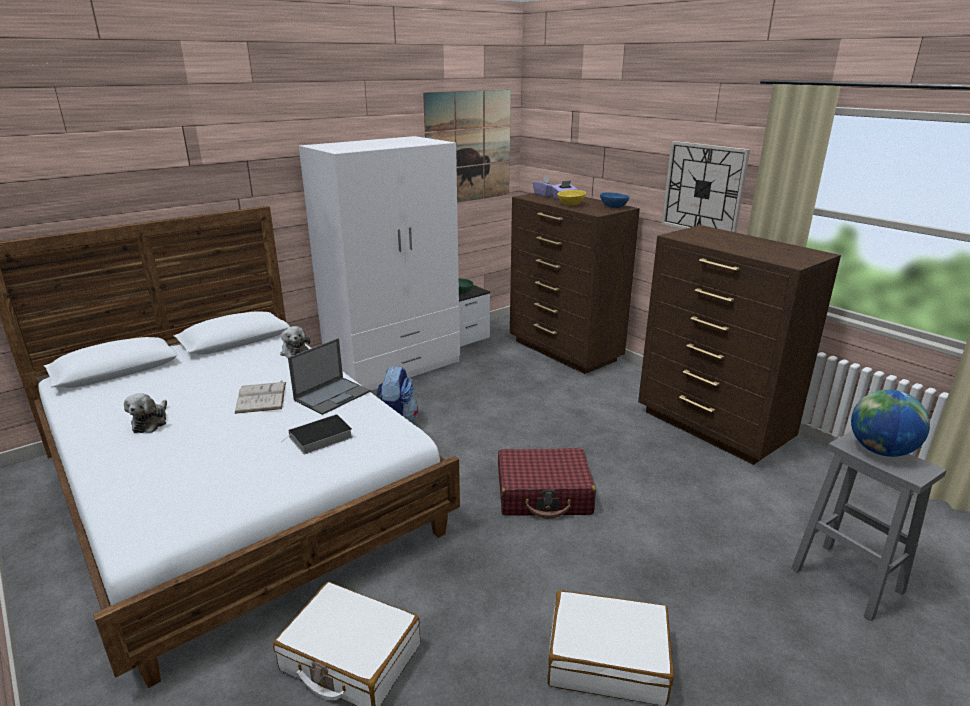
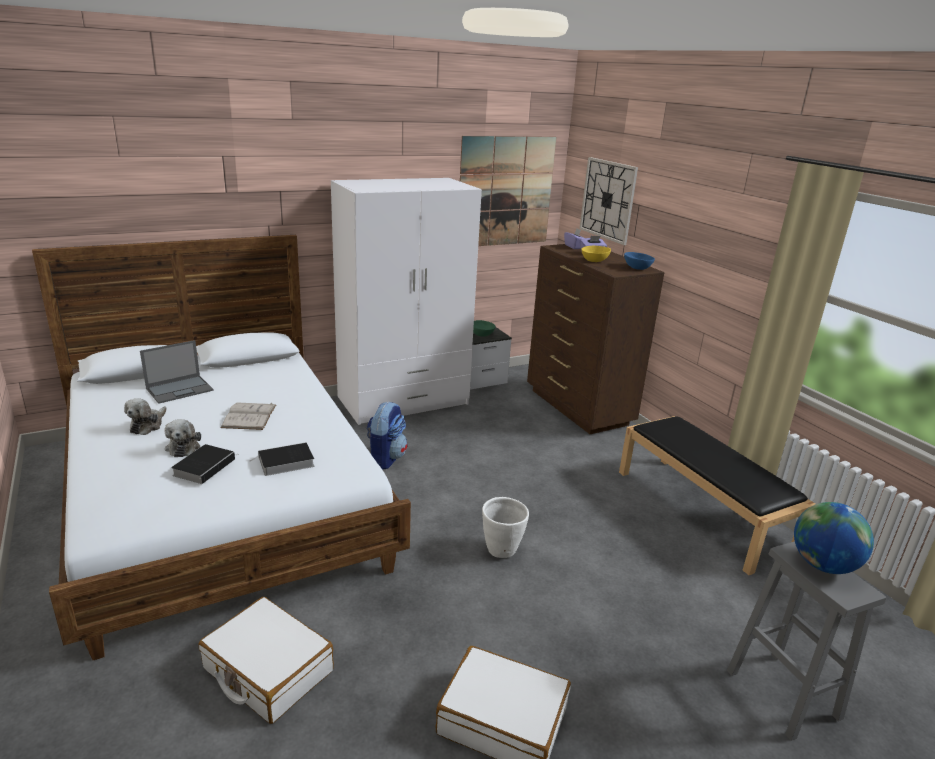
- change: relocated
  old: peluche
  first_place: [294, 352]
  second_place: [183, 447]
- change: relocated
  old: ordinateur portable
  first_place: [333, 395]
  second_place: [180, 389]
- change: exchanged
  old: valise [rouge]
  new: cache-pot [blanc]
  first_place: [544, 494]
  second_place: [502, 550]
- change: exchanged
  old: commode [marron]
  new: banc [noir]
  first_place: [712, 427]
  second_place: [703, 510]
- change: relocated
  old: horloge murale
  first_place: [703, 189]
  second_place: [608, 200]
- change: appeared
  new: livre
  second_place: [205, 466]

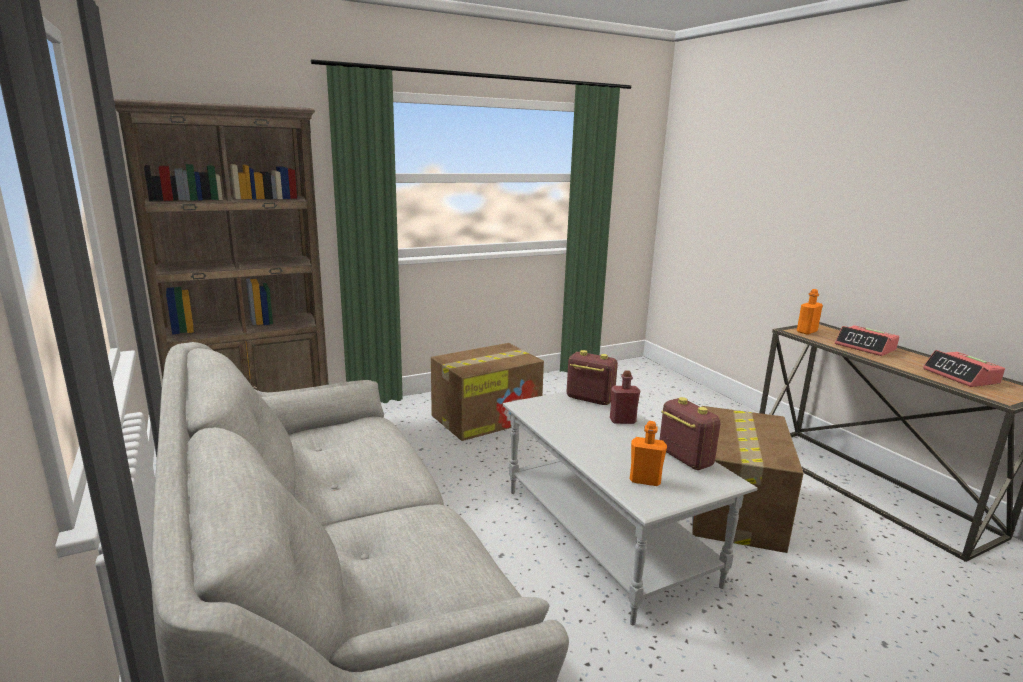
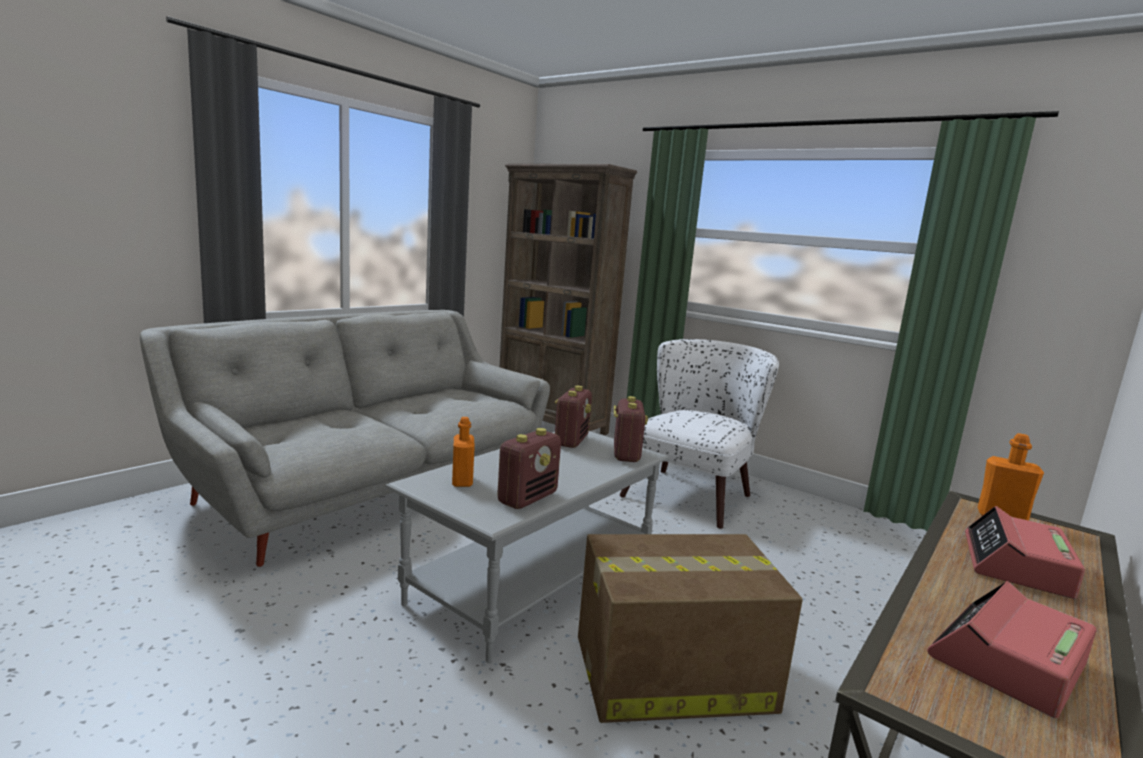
- change: exchanged
  old: carton
  new: fauteuil [blanc]
  first_place: [487, 417]
  second_place: [693, 492]
- change: missing
  old: bouteille [rouge]
  first_place: [622, 420]
- change: appeared
  new: radio
  second_place: [571, 441]

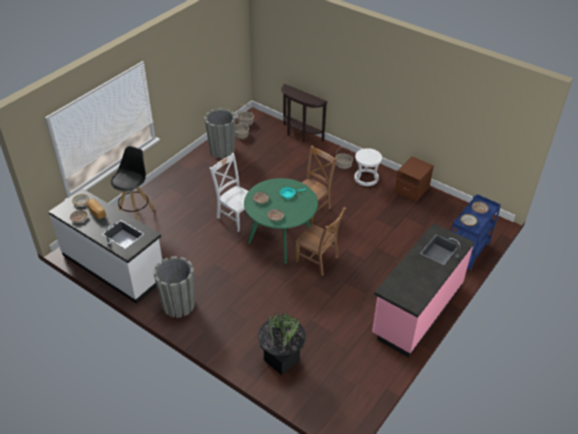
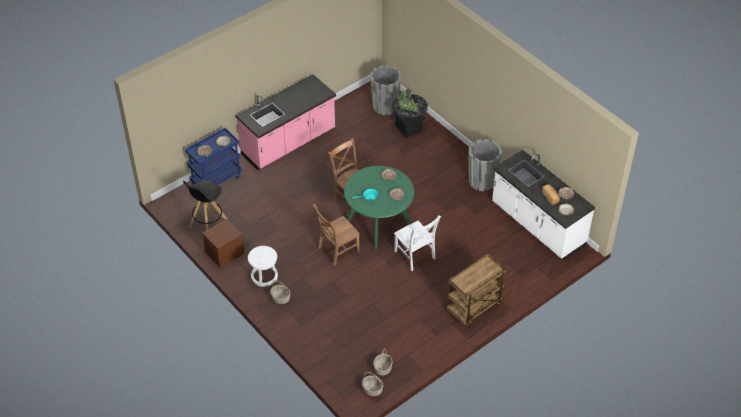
- change: relocated
  old: tabouret [noir]
  first_place: [136, 214]
  second_place: [208, 224]
- change: relocated
  old: cache-pot [gris]
  first_place: [222, 150]
  second_place: [385, 106]
- change: missing
  old: table console [marron]
  first_place: [300, 135]
- change: appeared
  new: chariot [marron]
  second_place: [474, 309]

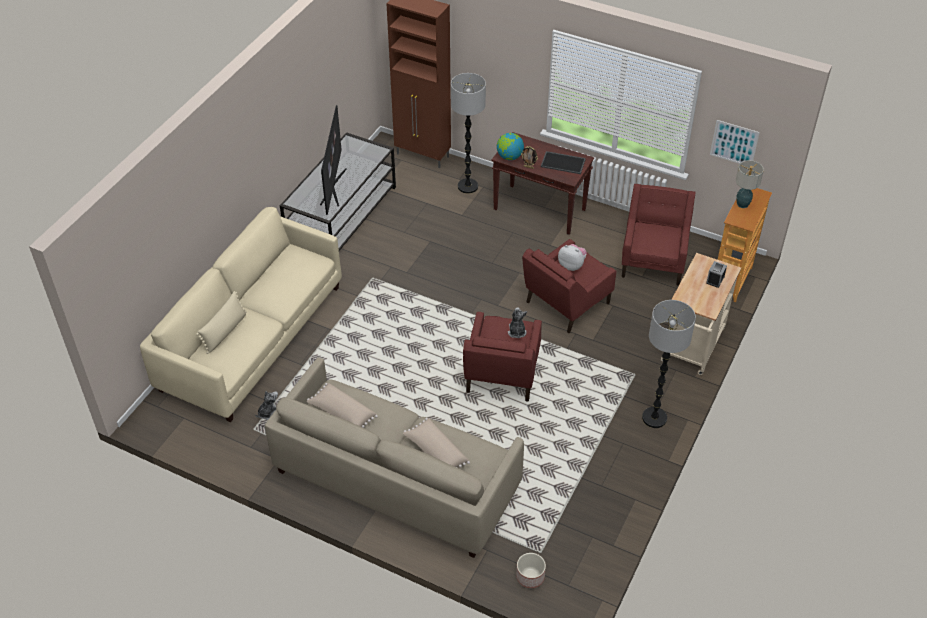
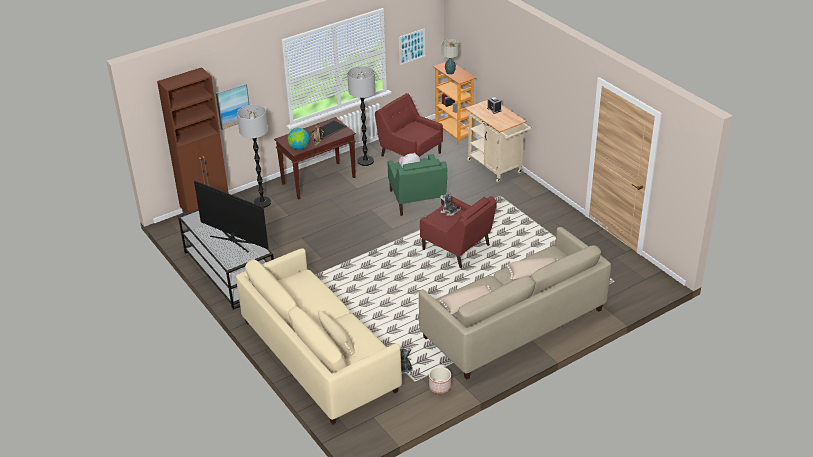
- change: relocated
  old: cache-pot
  first_place: [530, 576]
  second_place: [440, 387]
- change: colour
  old: fauteuil [rouge]
  new: fauteuil [vert]
  first_place: [566, 303]
  second_place: [417, 200]
- change: relocated
  old: lampadaire
  first_place: [654, 418]
  second_place: [365, 161]
- change: appeared
  new: tableau
  second_place: [233, 105]

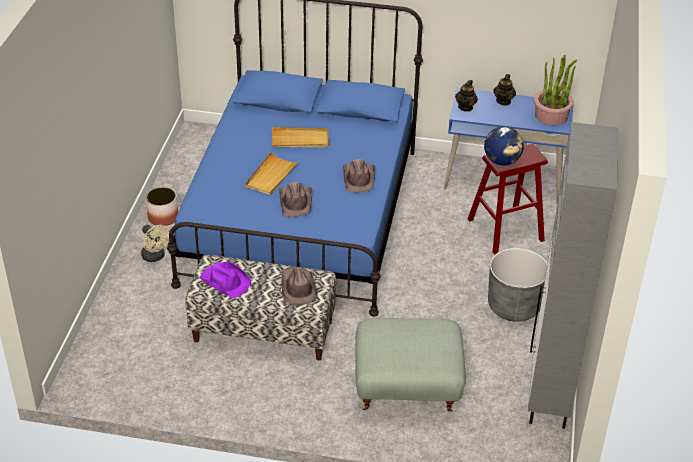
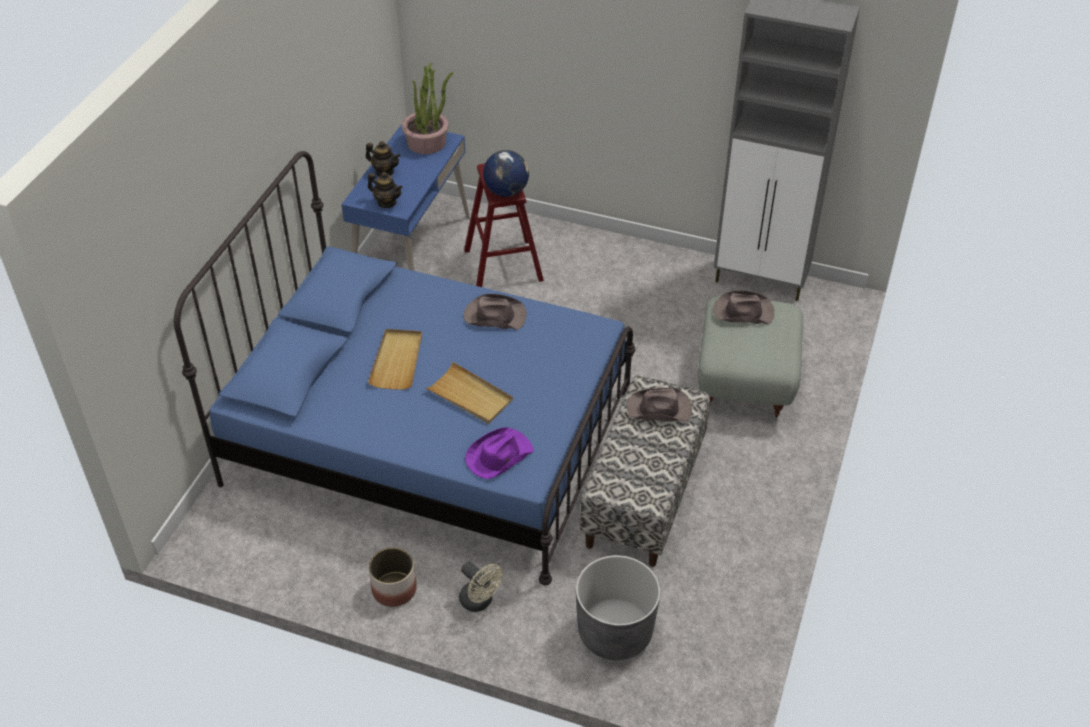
- change: spun
  old: ventilateur [beige]
  first_place: [155, 257]
  second_place: [480, 602]
  degrees: 75
- change: relocated
  old: chapeau [violet]
  first_place: [225, 281]
  second_place: [498, 456]
- change: relocated
  old: chapeau [marron]
  first_place: [296, 201]
  second_place: [742, 312]
- change: relocated
  old: cache-pot [gris]
  first_place: [514, 306]
  second_place: [615, 632]

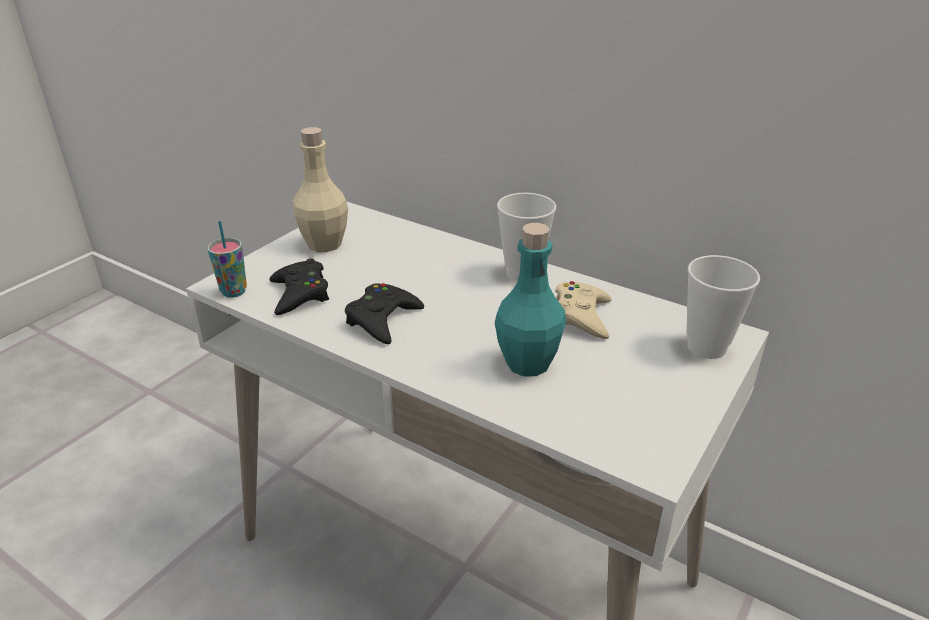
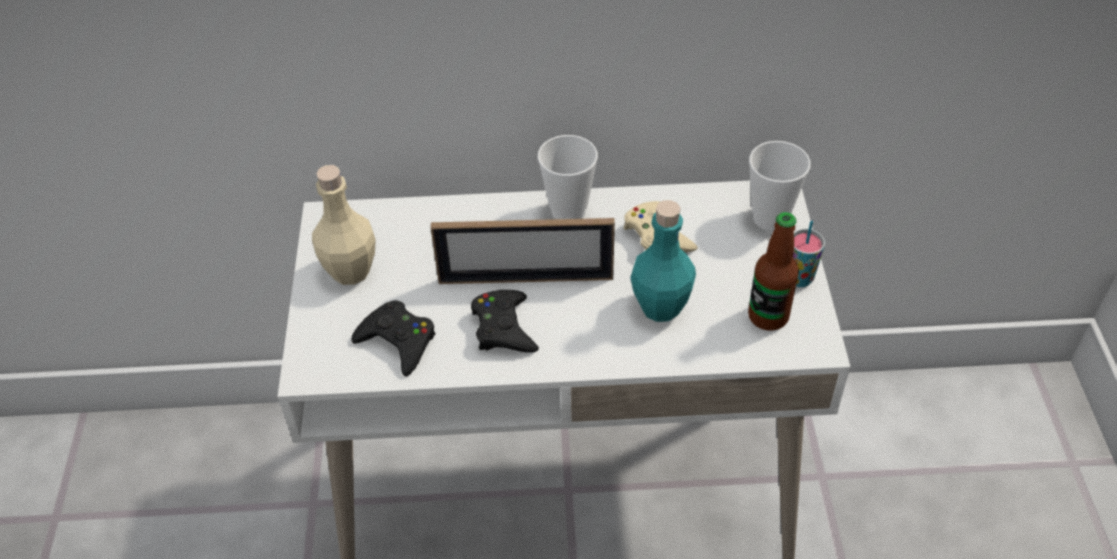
- change: relocated
  old: tasse
  first_place: [234, 292]
  second_place: [799, 278]
- change: appeared
  new: cadre photo
  second_place: [525, 279]
- change: appeared
  new: bouteille
  second_place: [768, 316]

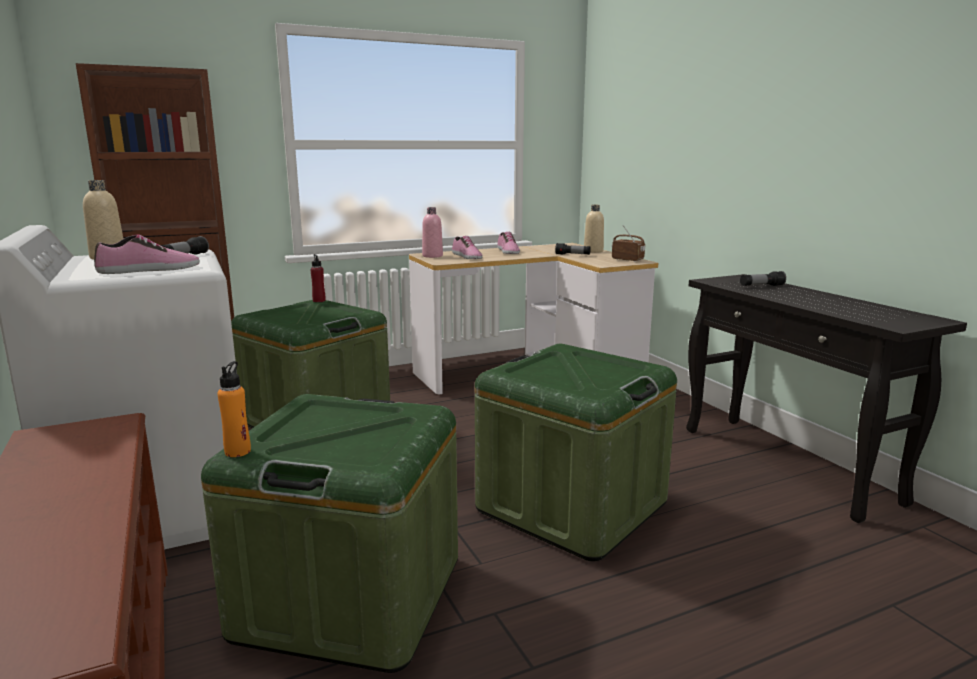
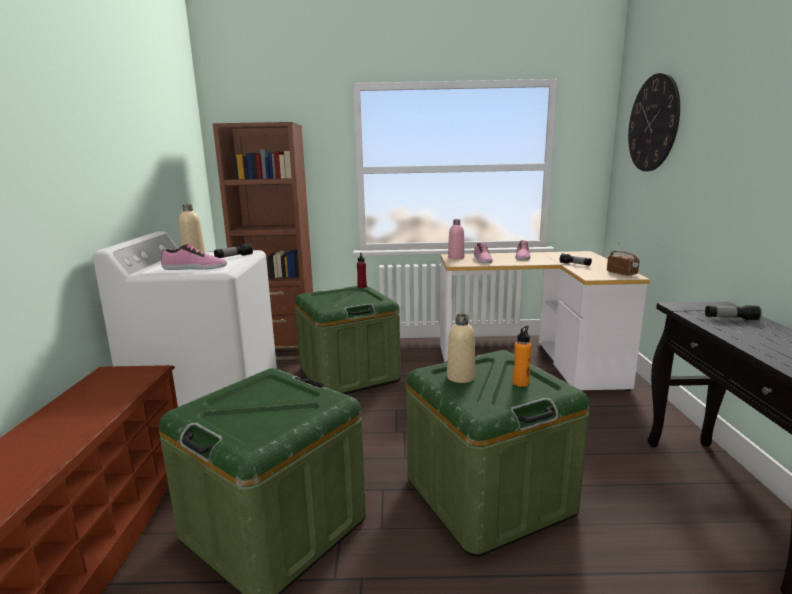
- change: relocated
  old: bouteille [orange]
  first_place: [238, 451]
  second_place: [521, 383]
- change: relocated
  old: bouteille [beige]
  first_place: [593, 251]
  second_place: [460, 377]
- change: appeared
  new: horloge murale
  second_place: [653, 123]

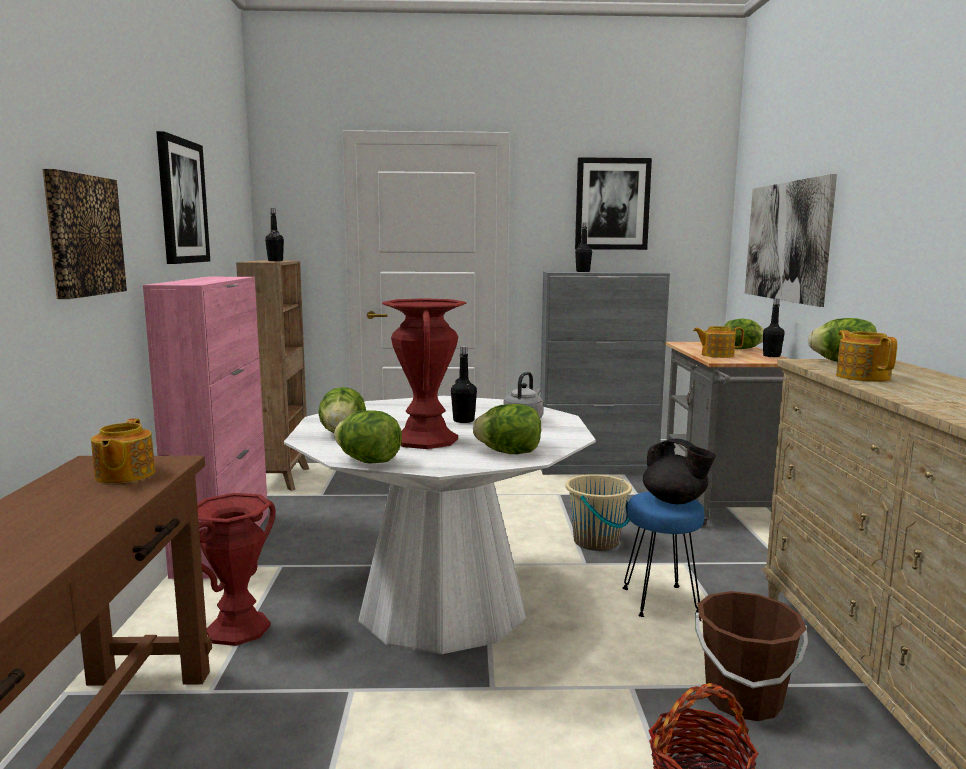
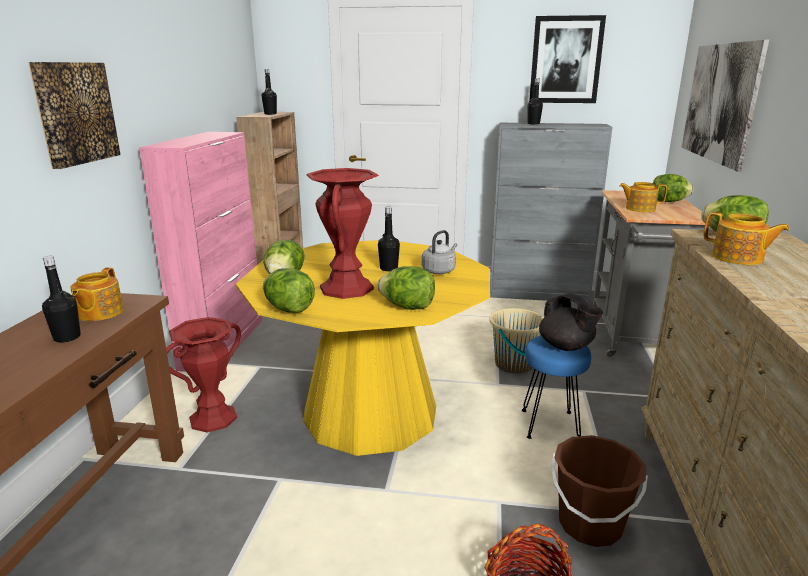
- change: missing
  old: tableau
  first_place: [182, 201]
- change: colour
  old: table à manger [blanc]
  new: table à manger [jaune]
  first_place: [442, 606]
  second_place: [370, 413]
- change: relocated
  old: bouteille [noir]
  first_place: [771, 356]
  second_place: [67, 337]
- change: spun
  old: théière
  first_place: [862, 377]
  second_place: [738, 258]
  degrees: 135

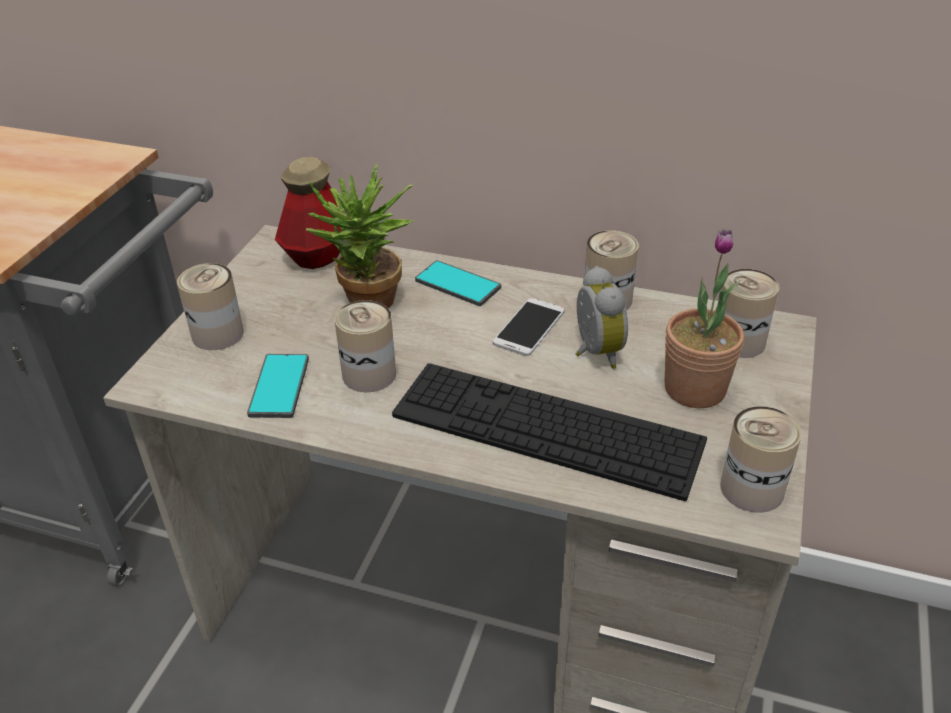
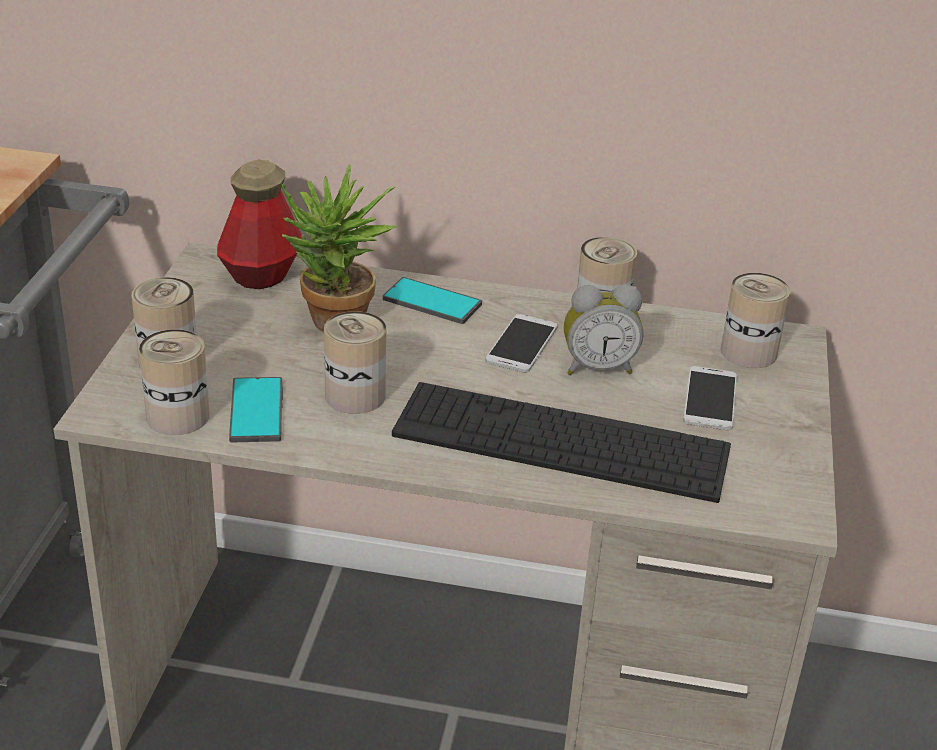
- change: spun
  old: réveil
  first_place: [594, 353]
  second_place: [597, 367]
  degrees: 105
- change: exchanged
  old: plante en pot
  new: téléphone
  first_place: [694, 389]
  second_place: [710, 399]
- change: relocated
  old: boîte métallique
  first_place: [752, 488]
  second_place: [178, 416]

